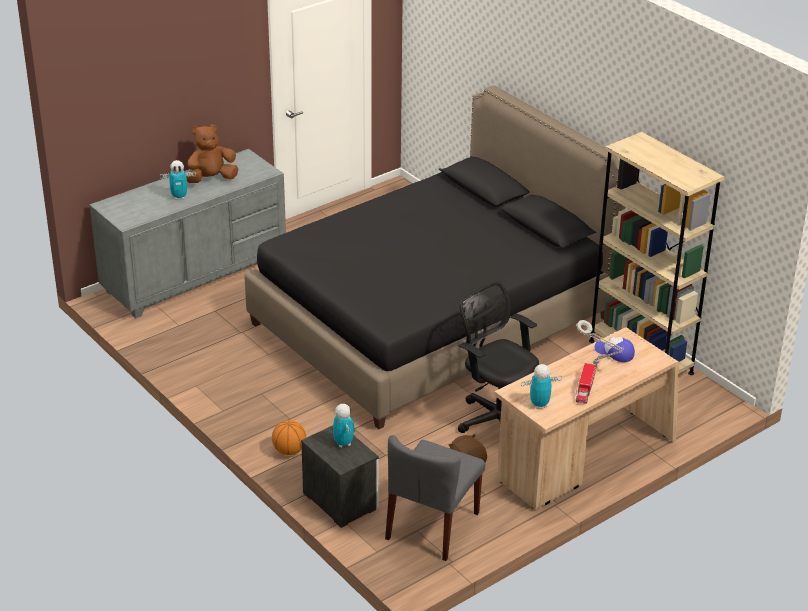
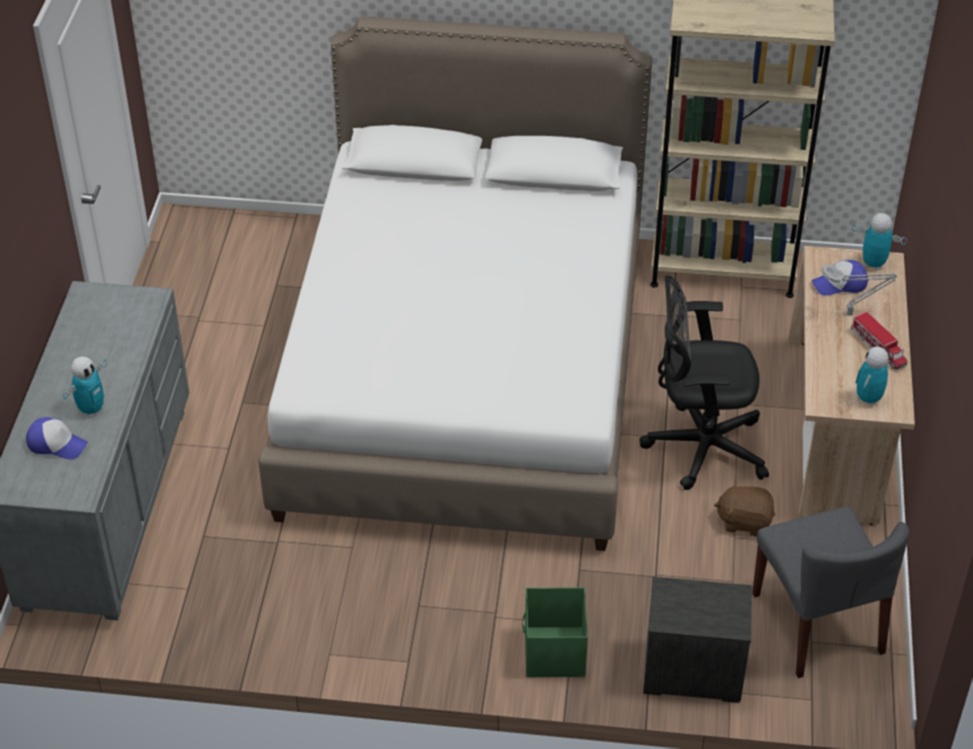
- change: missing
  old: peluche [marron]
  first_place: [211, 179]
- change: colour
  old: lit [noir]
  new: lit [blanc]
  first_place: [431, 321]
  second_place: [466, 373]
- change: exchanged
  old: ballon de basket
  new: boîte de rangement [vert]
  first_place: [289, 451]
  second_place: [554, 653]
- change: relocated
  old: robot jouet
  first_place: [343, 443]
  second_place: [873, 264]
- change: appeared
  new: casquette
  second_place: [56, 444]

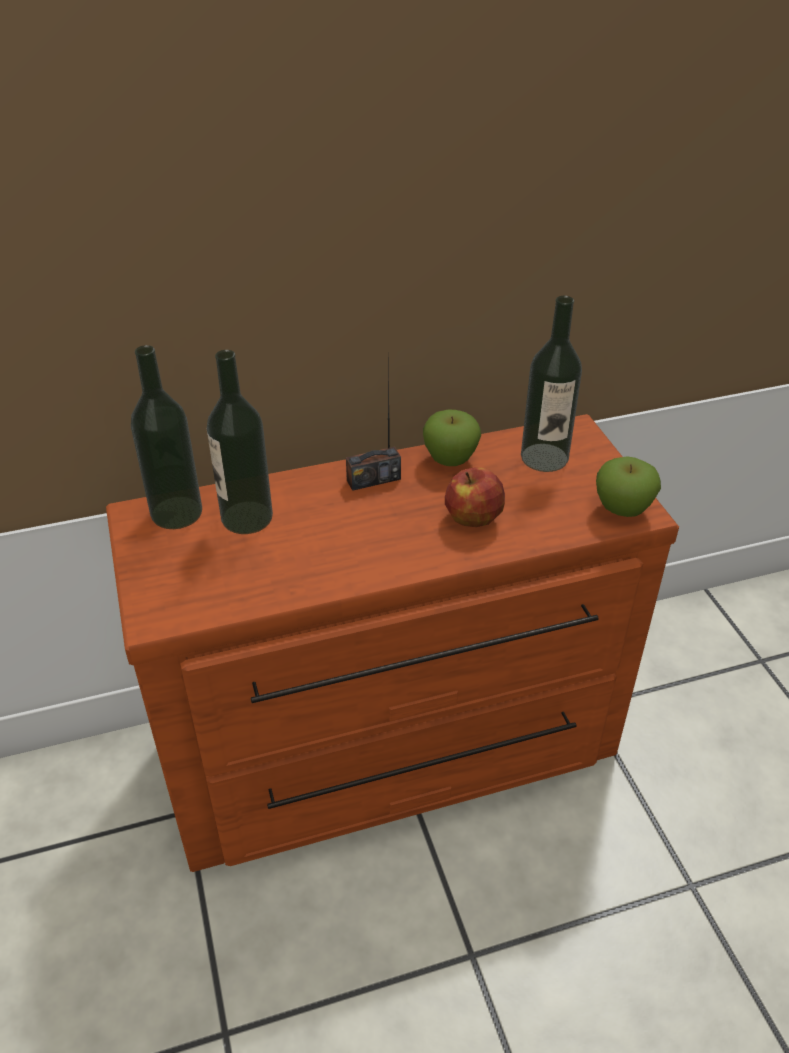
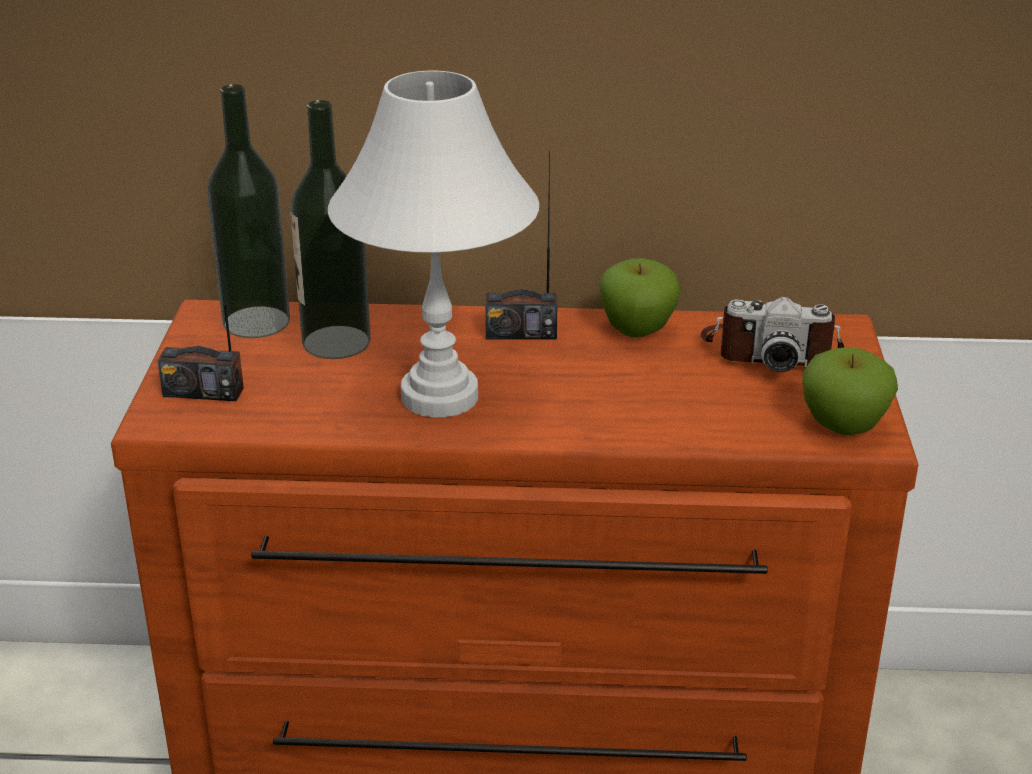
- change: missing
  old: pomme
  first_place: [473, 518]
- change: exchanged
  old: bouteille
  new: appareil photo
  first_place: [544, 457]
  second_place: [770, 351]
- change: appeared
  new: radio
  second_place: [203, 391]
- change: appeared
  new: lampe de table [blanc]
  second_place: [438, 397]

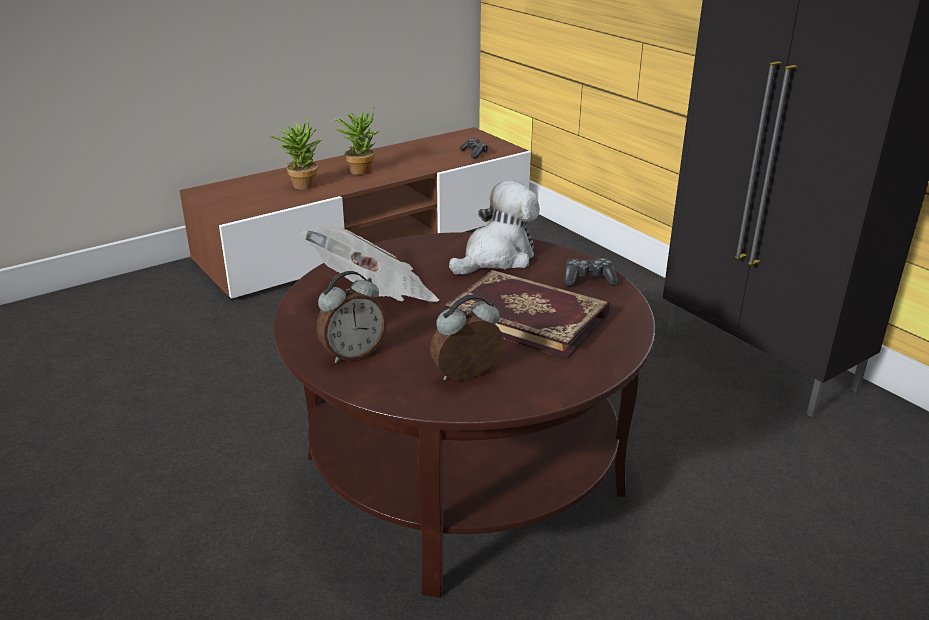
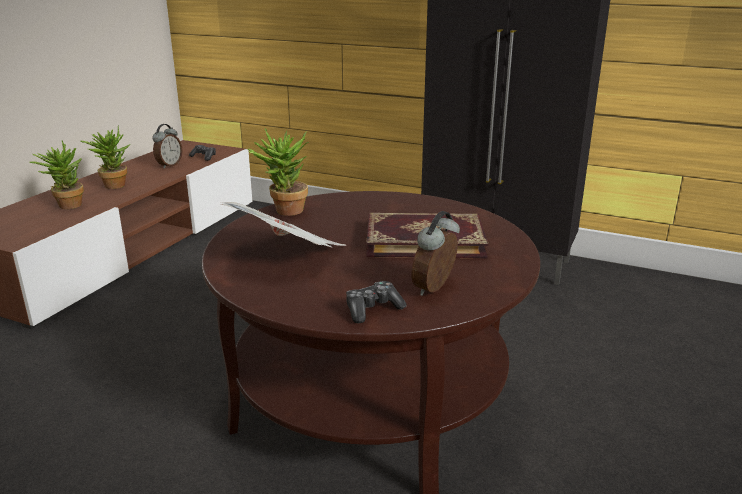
- change: relocated
  old: réveil
  first_place: [353, 354]
  second_place: [169, 165]
- change: missing
  old: peluche
  first_place: [497, 257]
- change: relocated
  old: manette
  first_place: [588, 280]
  second_place: [372, 309]
- change: appeared
  new: plante en pot
  second_place: [284, 212]

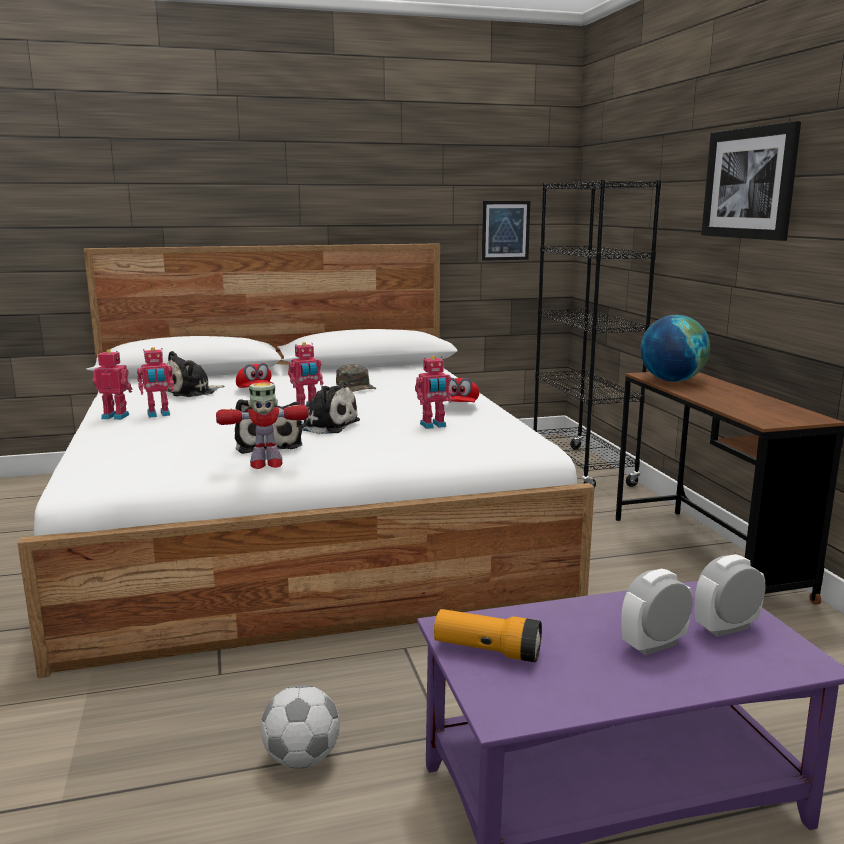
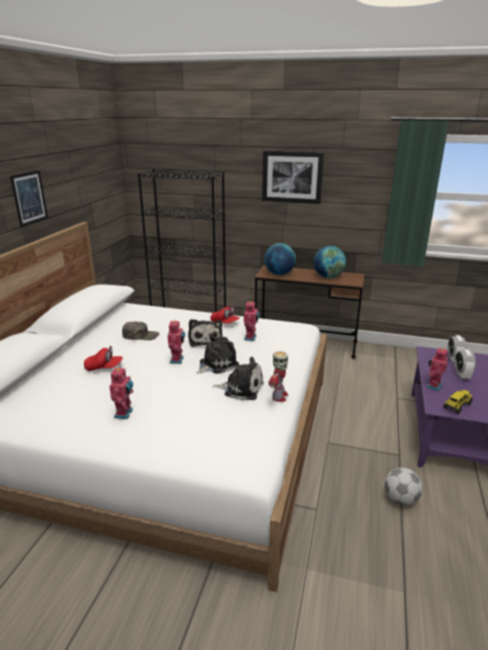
- change: relocated
  old: robot jouet
  first_place: [116, 416]
  second_place: [433, 386]
- change: relocated
  old: peluche
  first_place: [192, 392]
  second_place: [205, 339]
- change: exchanged
  old: lampe de poche
  new: camion jouet
  first_place: [487, 650]
  second_place: [457, 406]
- change: relocated
  old: tableau
  first_place: [505, 230]
  second_place: [29, 198]
- change: appeared
  new: globe
  second_place: [328, 277]

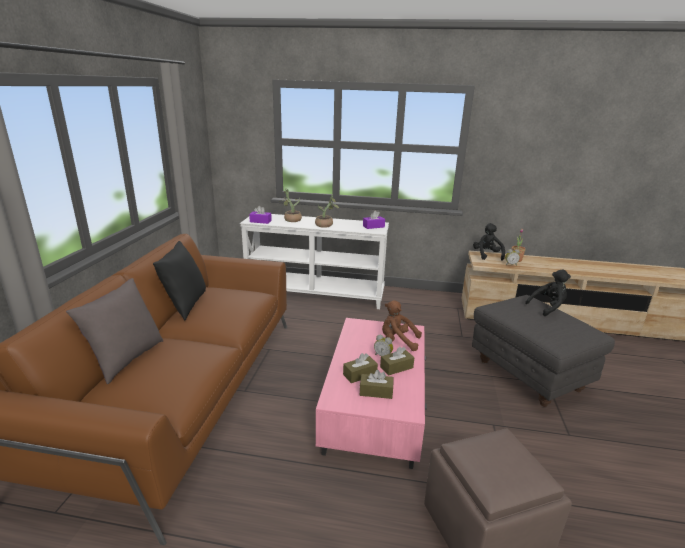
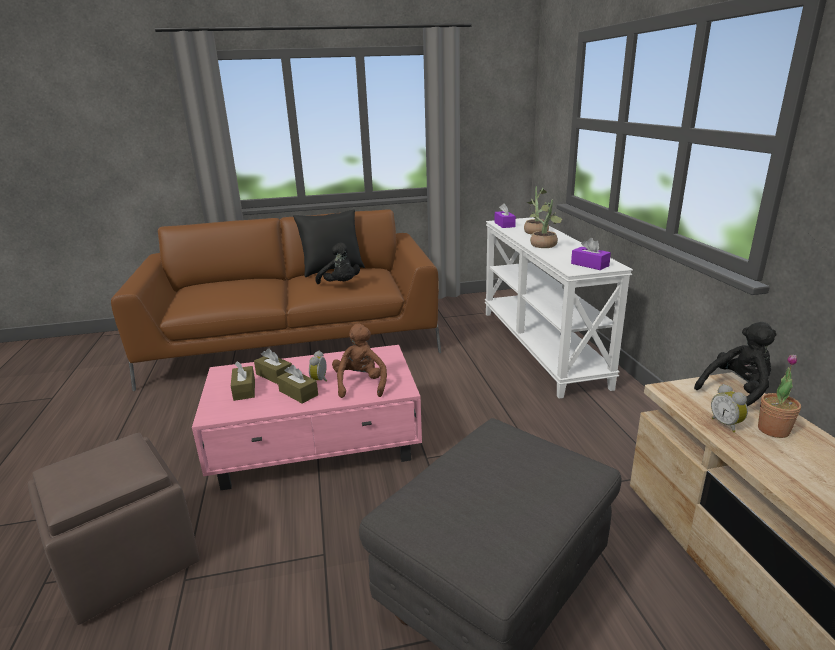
- change: missing
  old: coussin [gris]
  first_place: [126, 359]
- change: relocated
  old: peluche [noir]
  first_place: [548, 307]
  second_place: [340, 284]

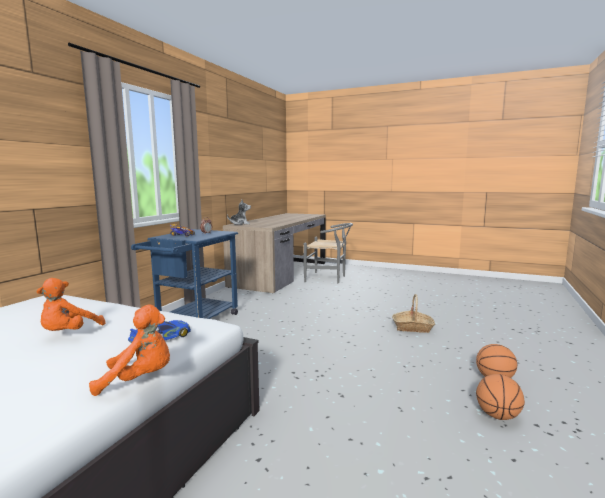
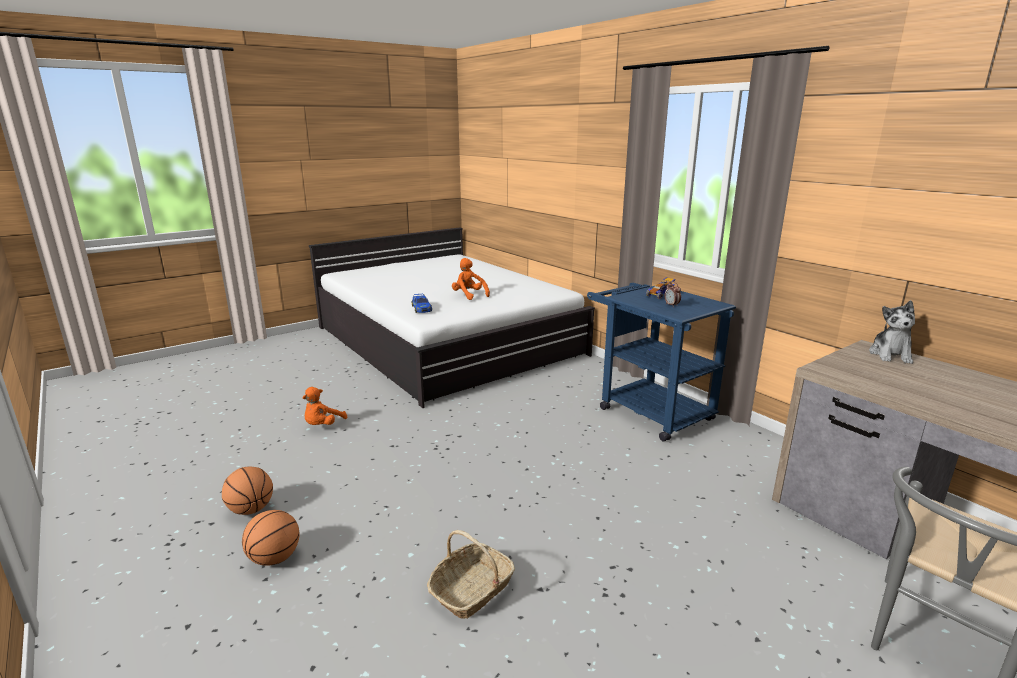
- change: relocated
  old: peluche [orange]
  first_place: [140, 379]
  second_place: [323, 425]

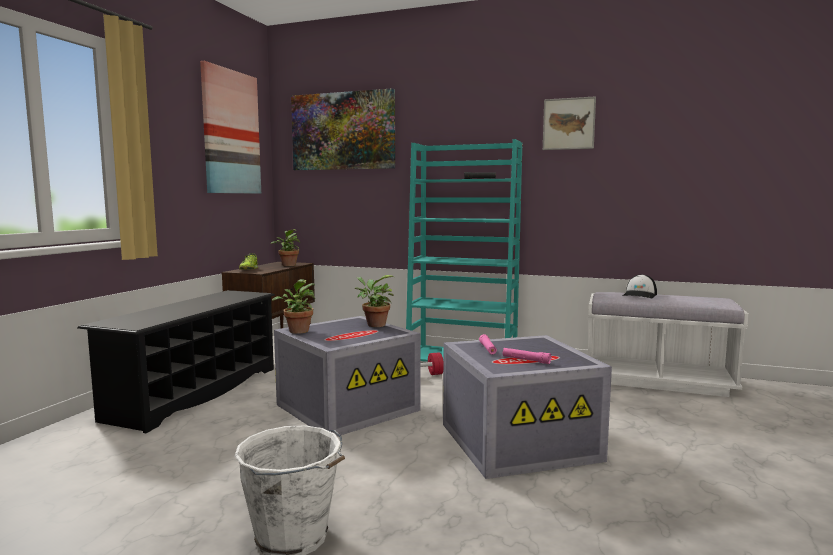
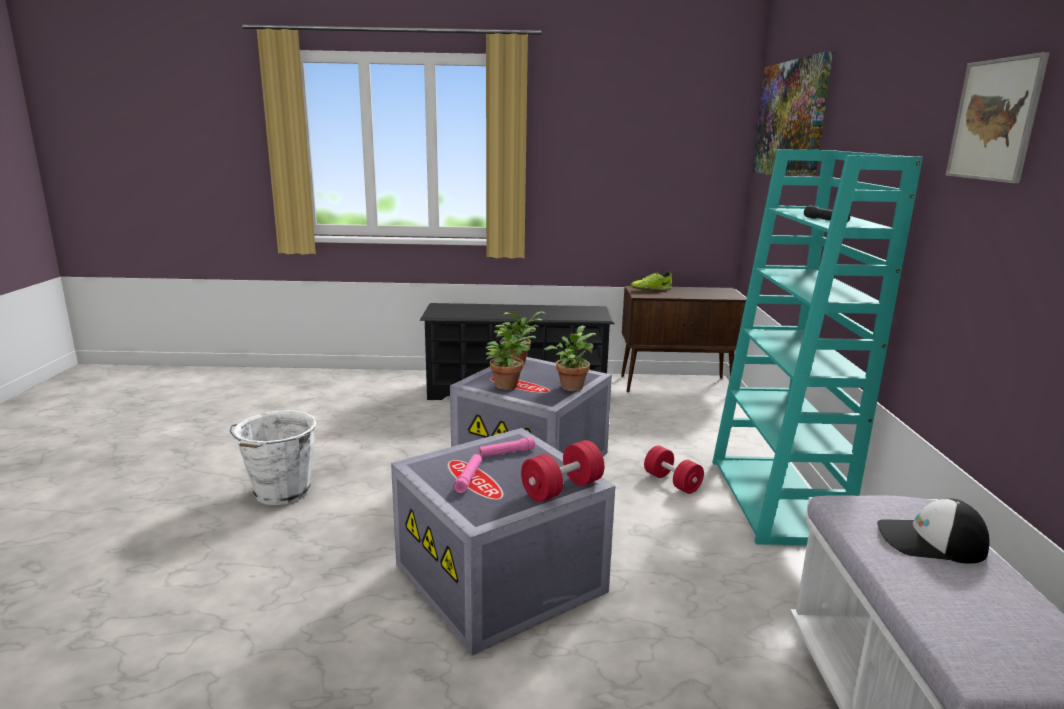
- change: missing
  old: tableau
  first_place: [231, 132]
- change: relocated
  old: plante en pot
  first_place: [288, 265]
  second_place: [508, 385]
- change: appeared
  new: haltère [rouge]
  second_place: [562, 489]

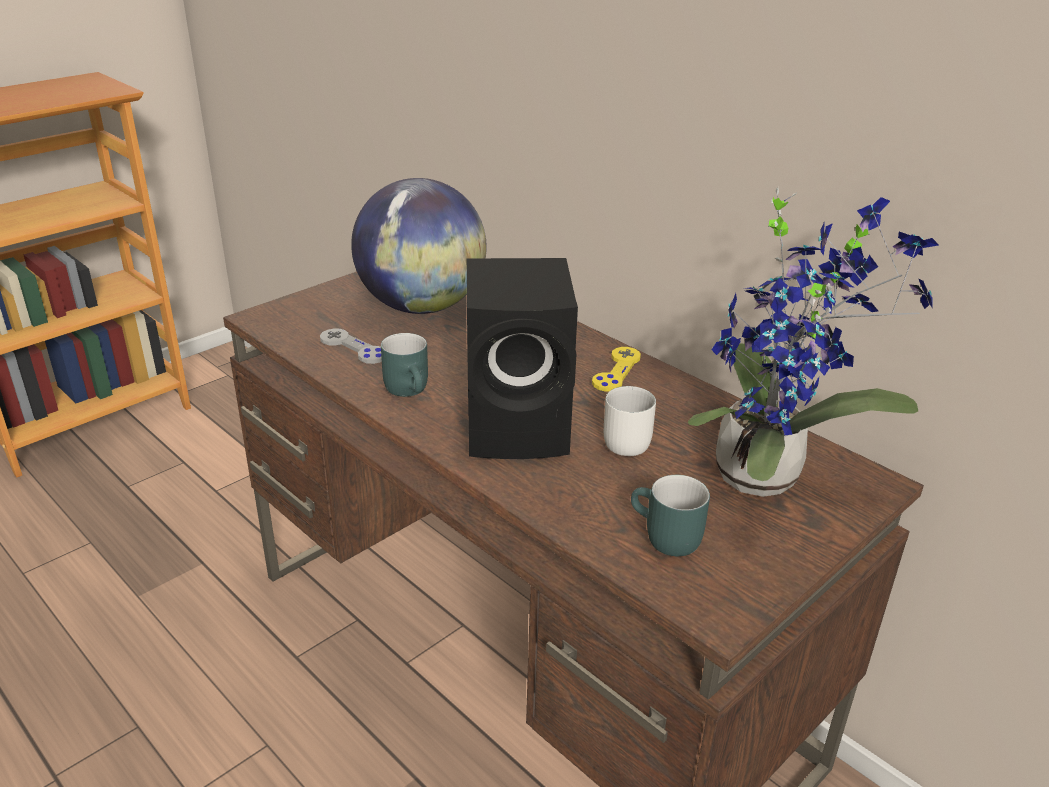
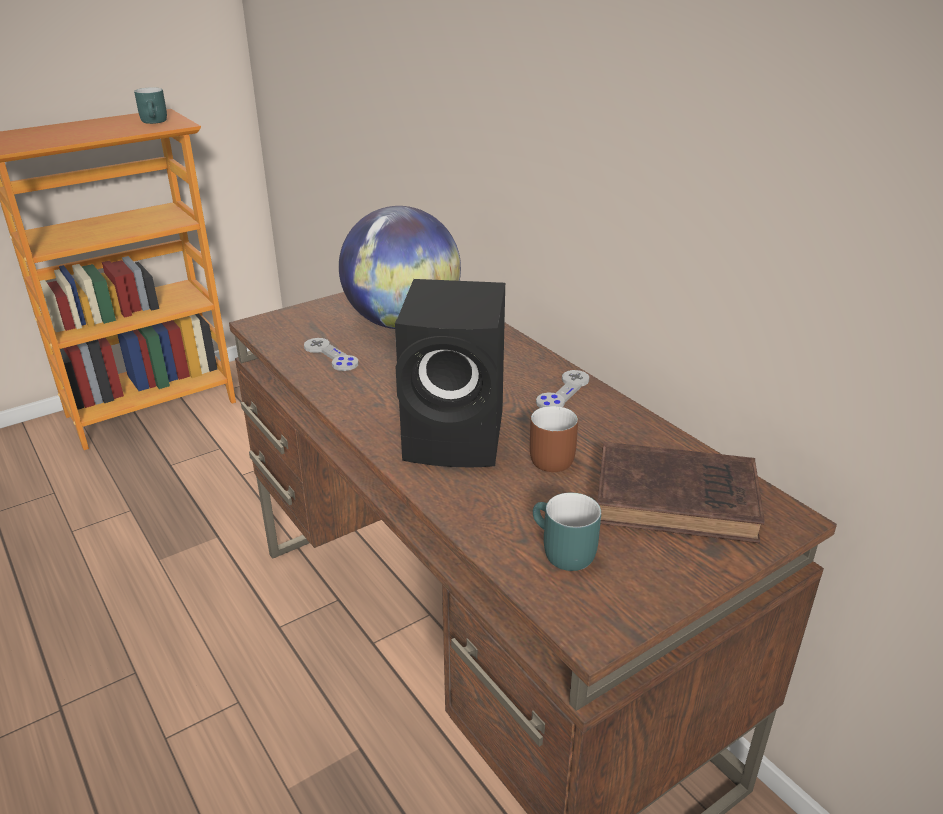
- change: relocated
  old: mug [turquoise]
  first_place: [411, 390]
  second_place: [156, 122]
- change: colour
  old: manette [jaune]
  new: manette [gris]
  first_place: [616, 371]
  second_place: [563, 392]
- change: colour
  old: mug [blanc]
  new: mug [marron]
  first_place: [625, 439]
  second_place: [552, 456]
- change: exchanged
  old: plante en pot
  new: livre [marron]
  first_place: [767, 474]
  second_place: [680, 500]

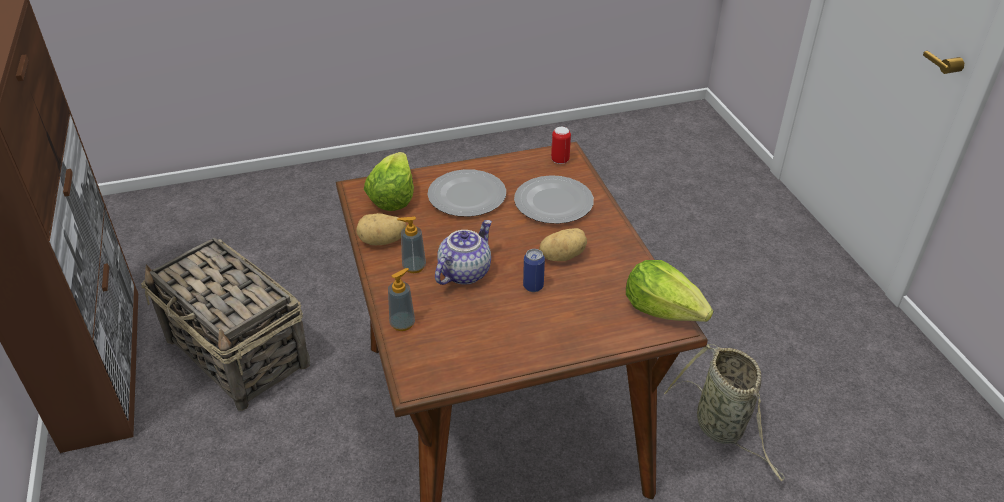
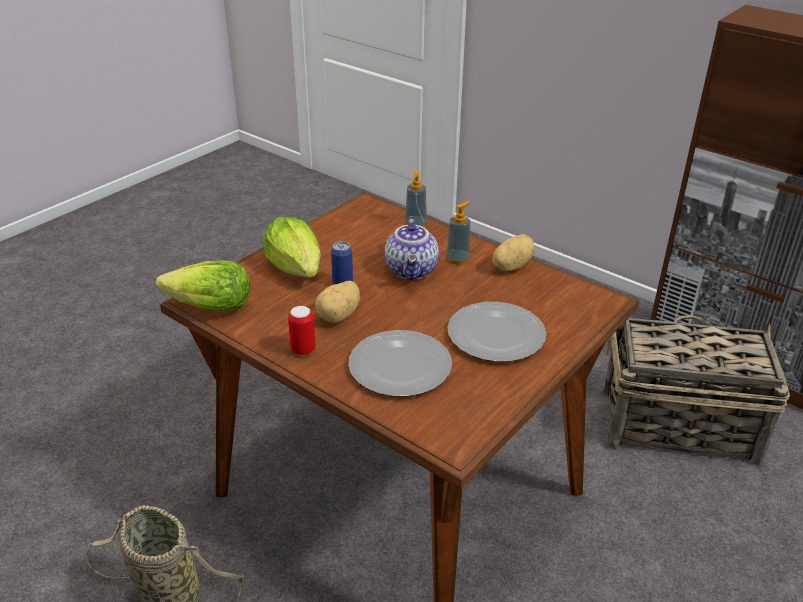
- change: relocated
  old: laitue
  first_place: [392, 196]
  second_place: [297, 268]
- change: relocated
  old: boîte métallique
  first_place: [560, 160]
  second_place: [303, 350]

